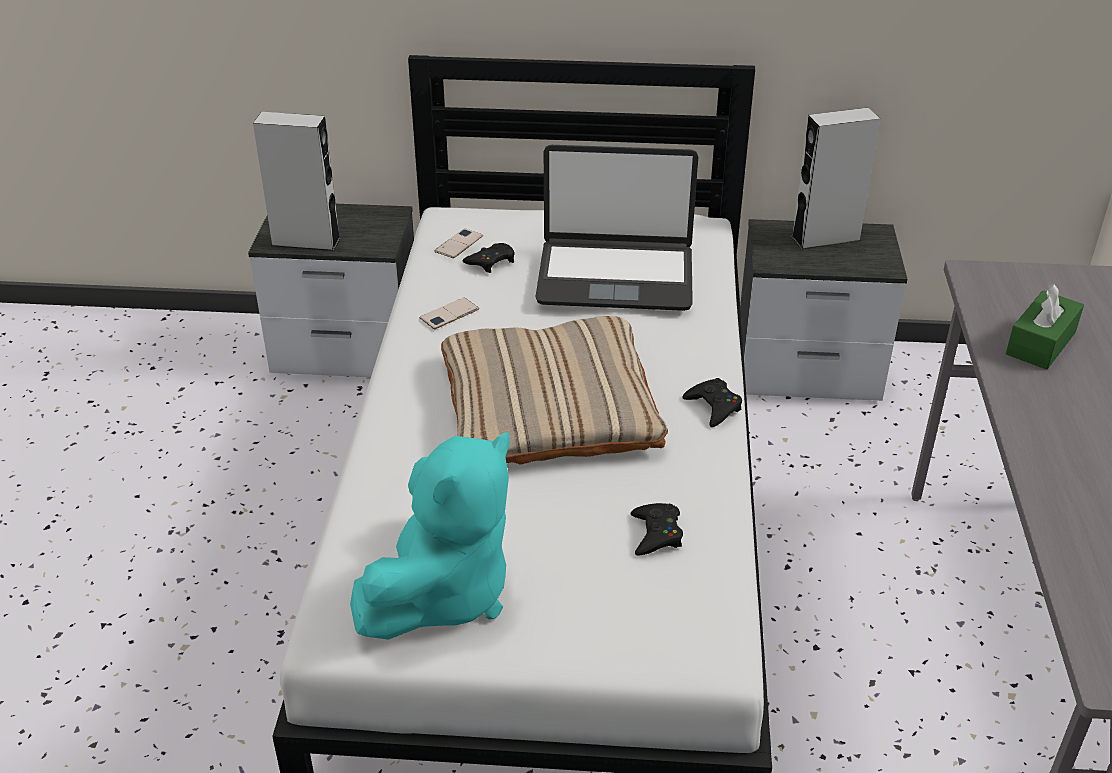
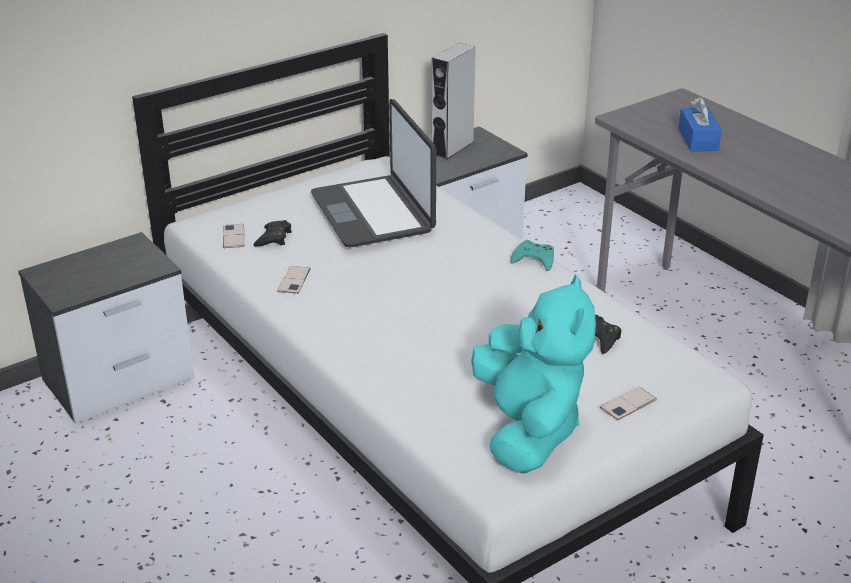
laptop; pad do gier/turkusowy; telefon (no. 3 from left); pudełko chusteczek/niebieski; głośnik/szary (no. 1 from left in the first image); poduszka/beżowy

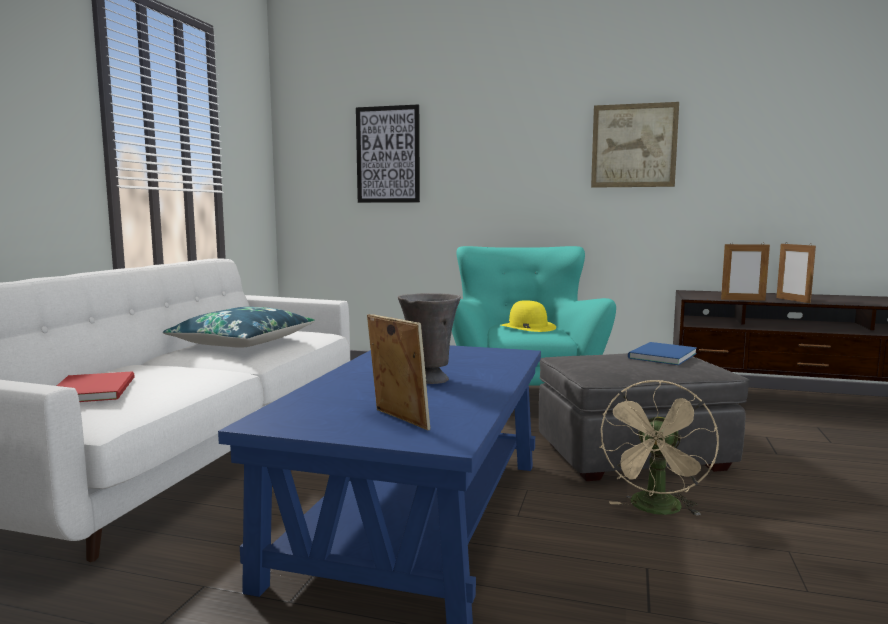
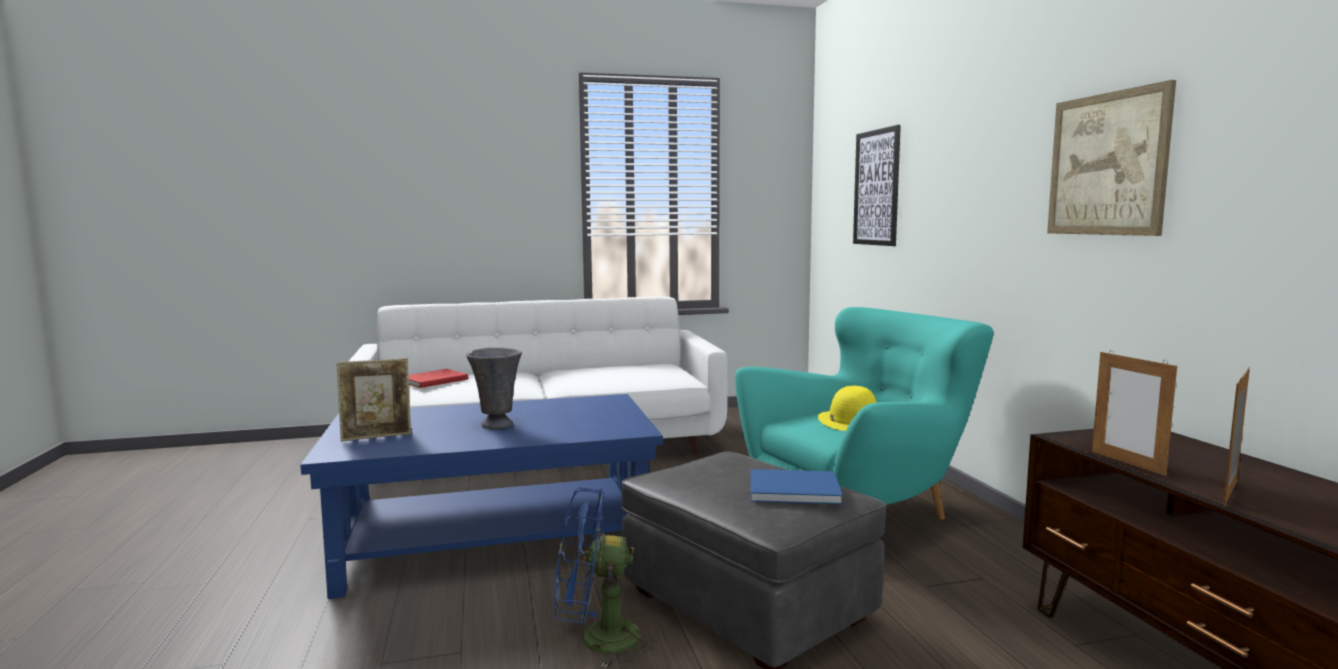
ramka na zdjęcie (no. 1 from left); wentylator/niebieski; poduszka/niebieski

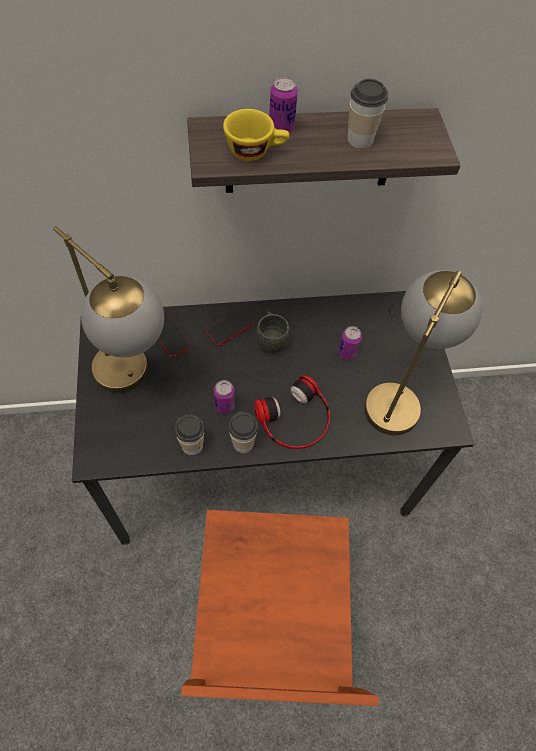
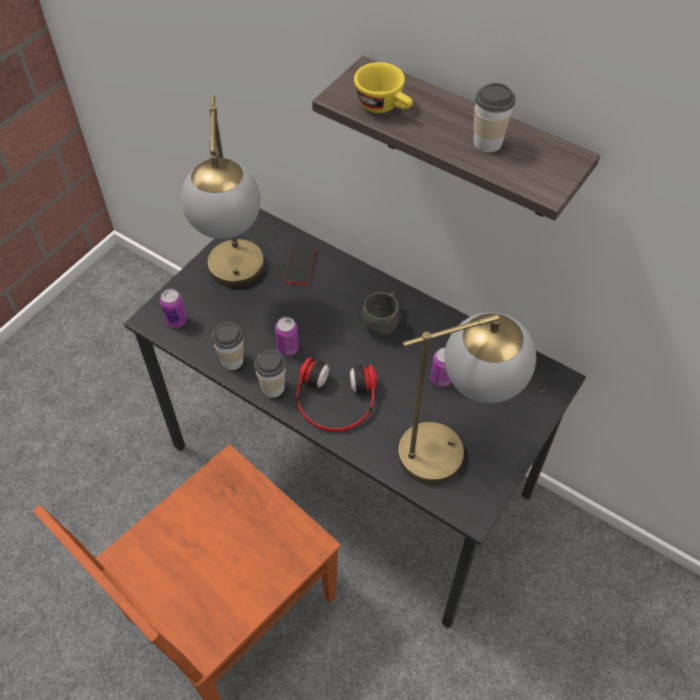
puszka (no. 1 from left); telefon (no. 2 from left in the first image)

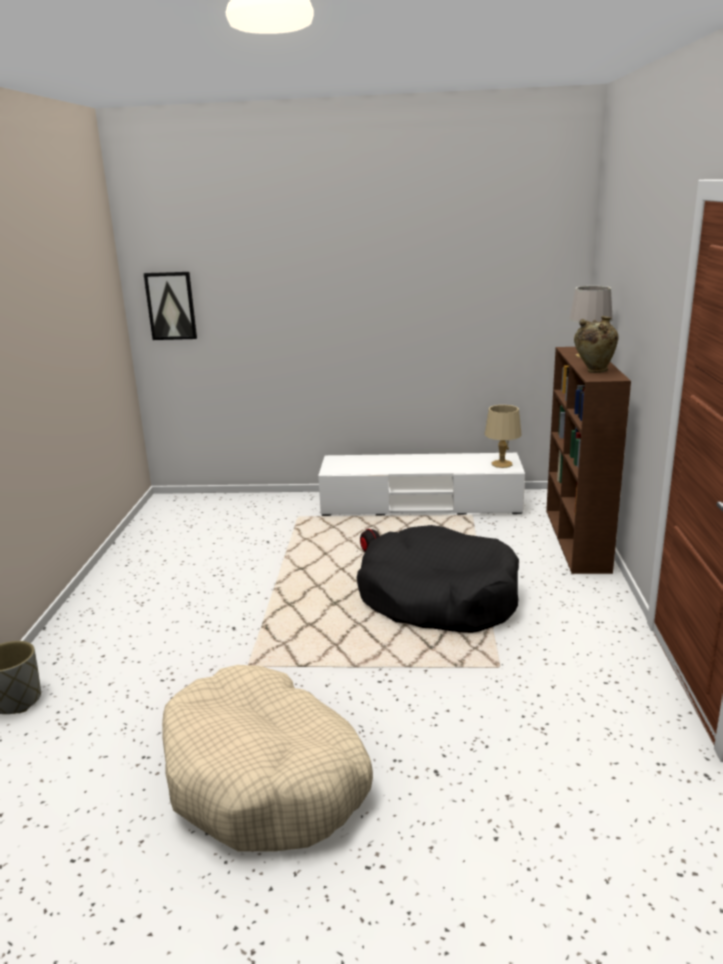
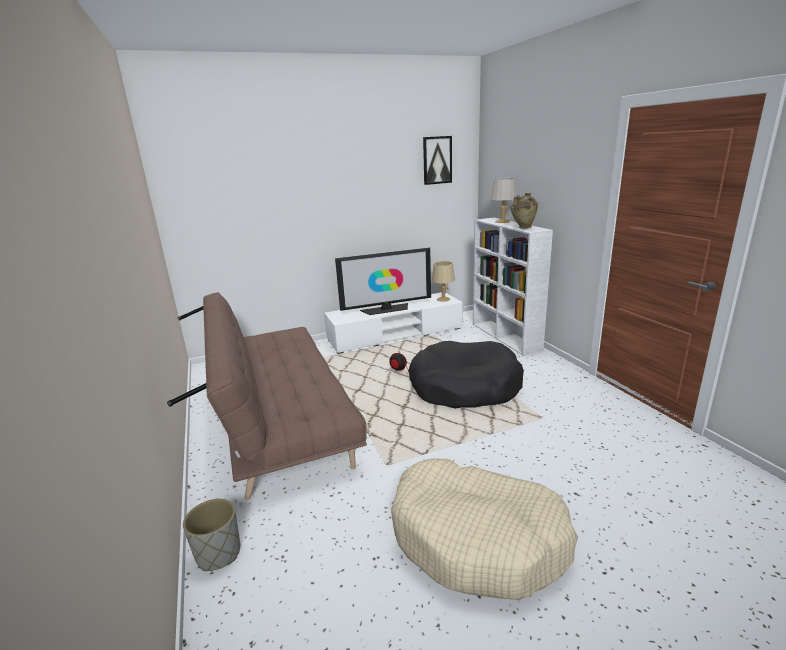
kanapa/brązowy; telewizor; obraz; regał/biały

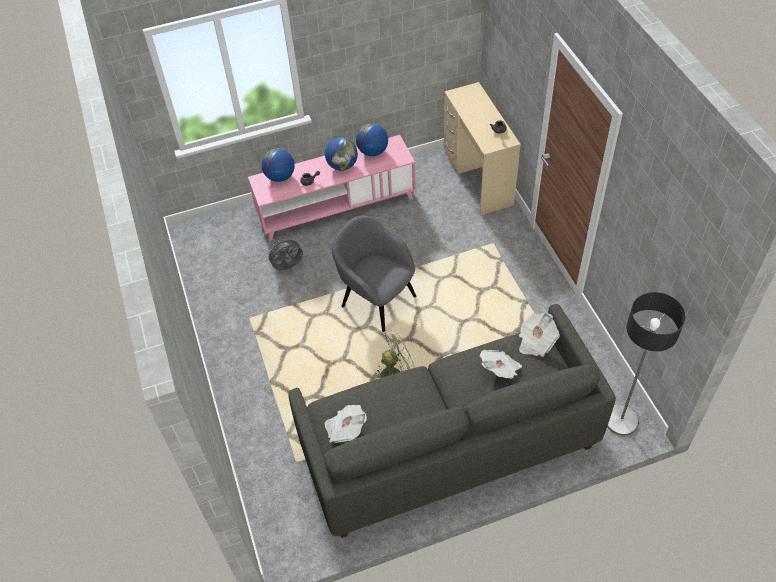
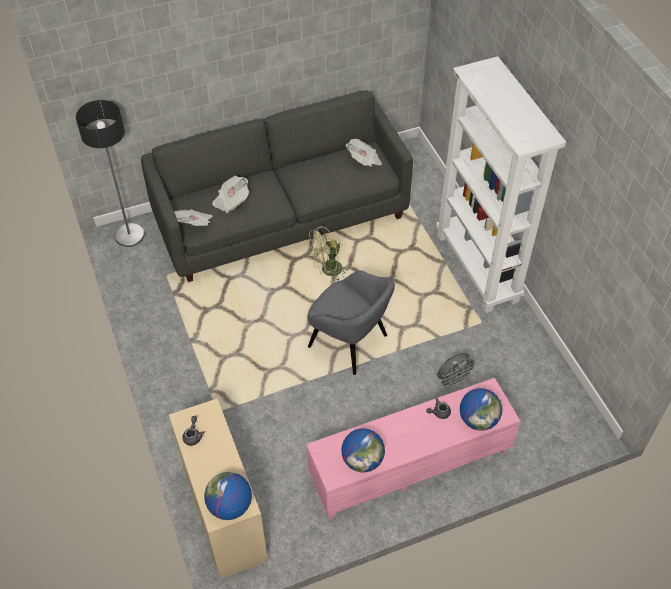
globus (no. 1 from left); regał/biały

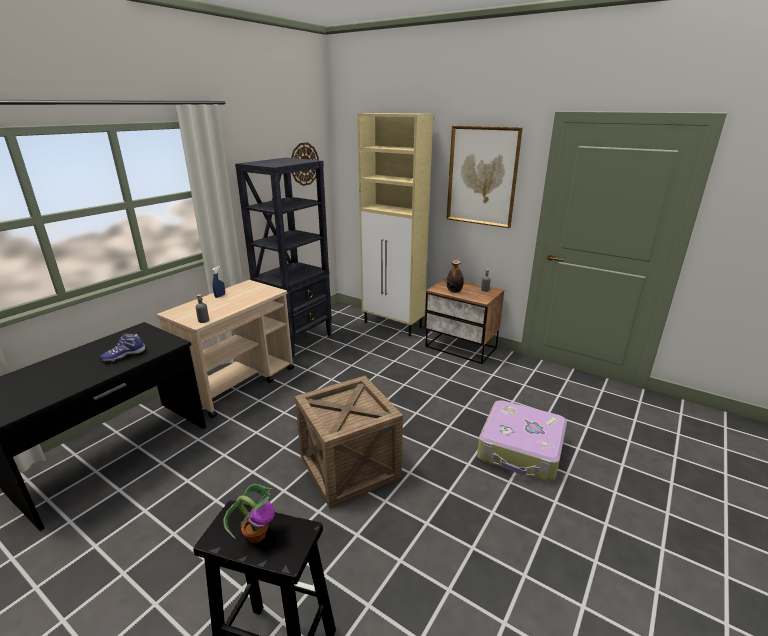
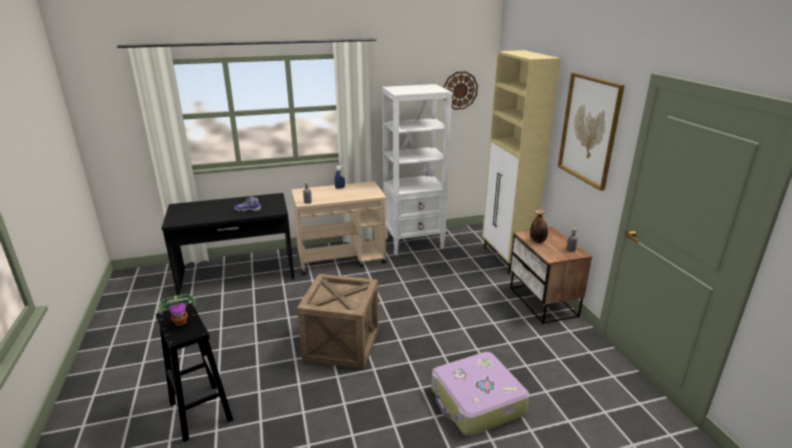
regał/biały

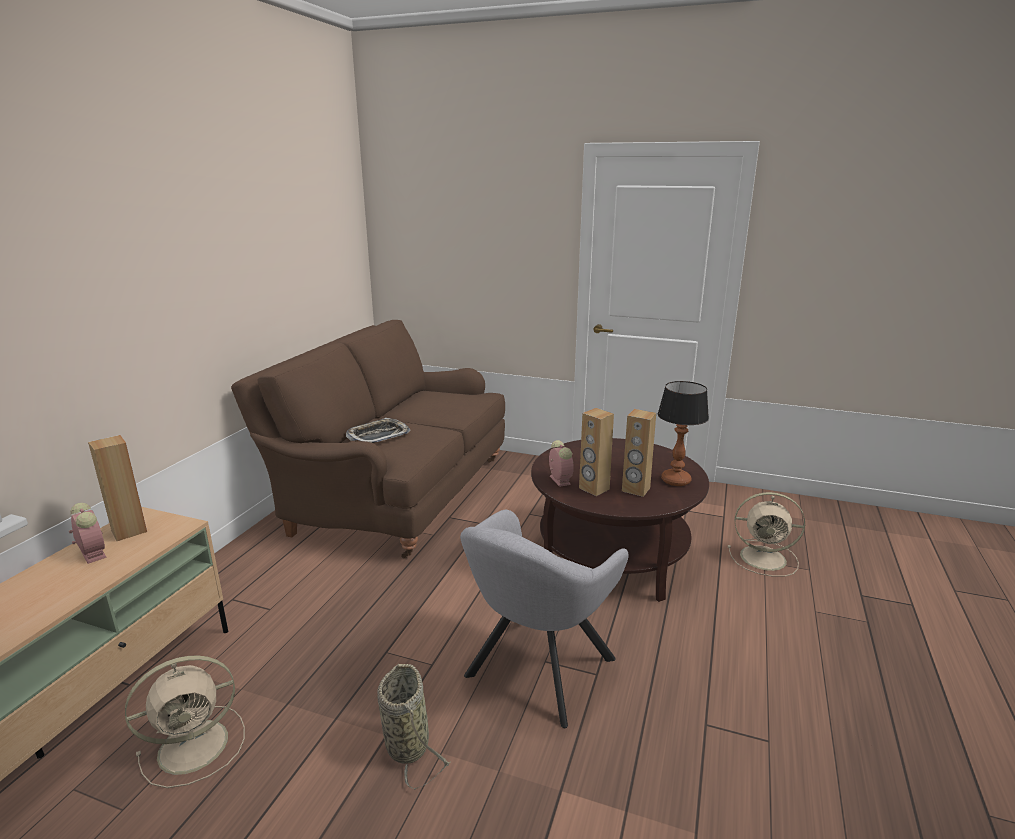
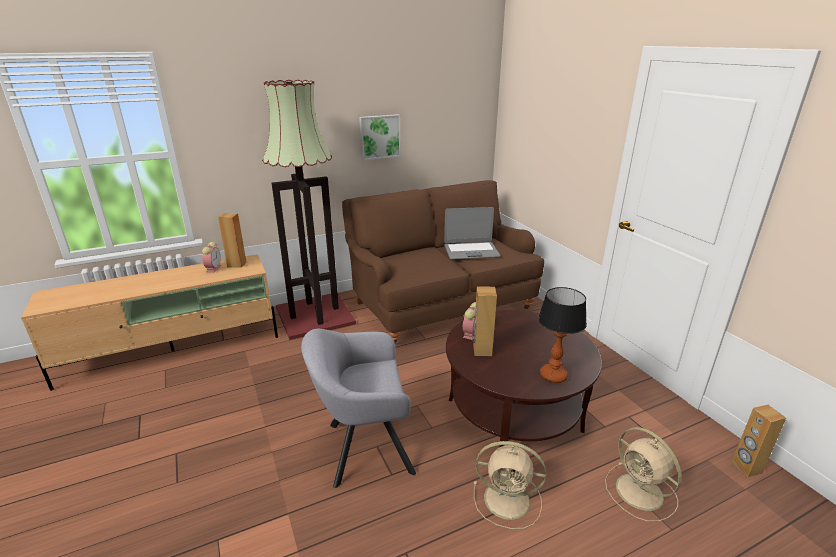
lampa stojąca; obraz; laptop; wentylator/beżowy (no. 1 from left); głośnik/brązowy (no. 3 from left); taca; koszyk

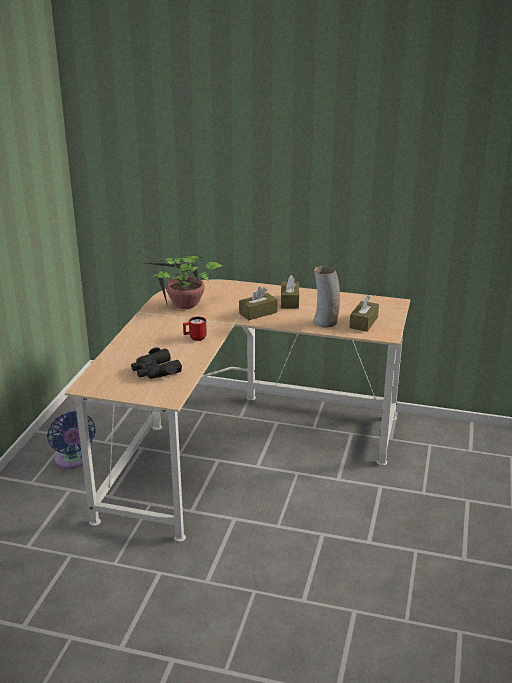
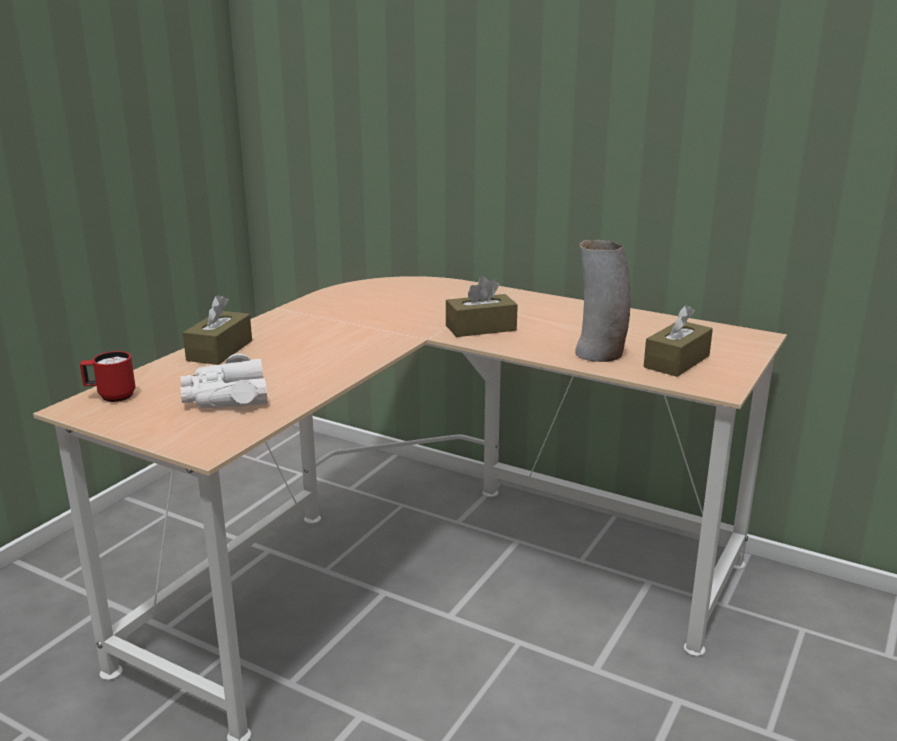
kubek/czerwony; lornetka/biały; pudełko chusteczek/brązowy (no. 1 from left); wentylator/niebieski; roślina doniczkowa

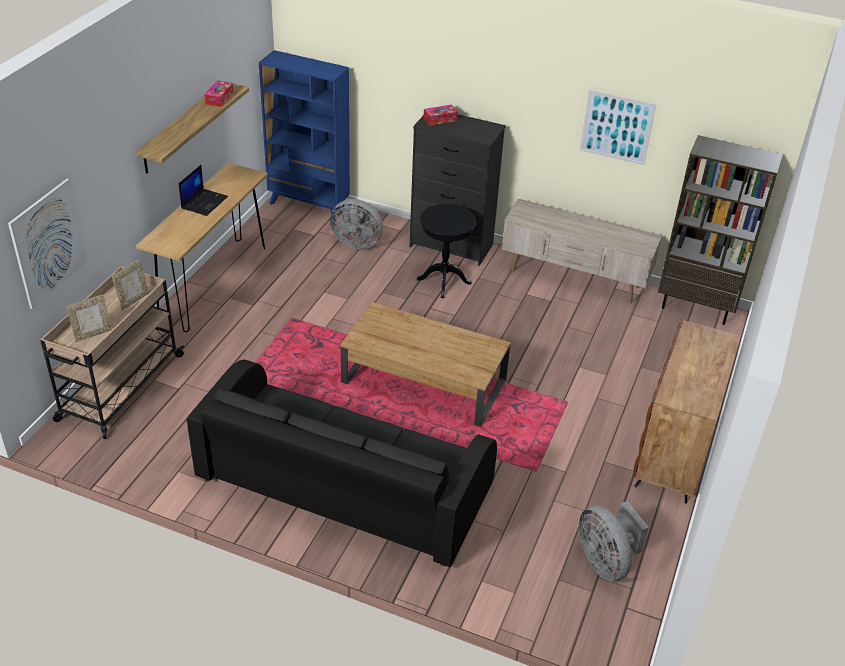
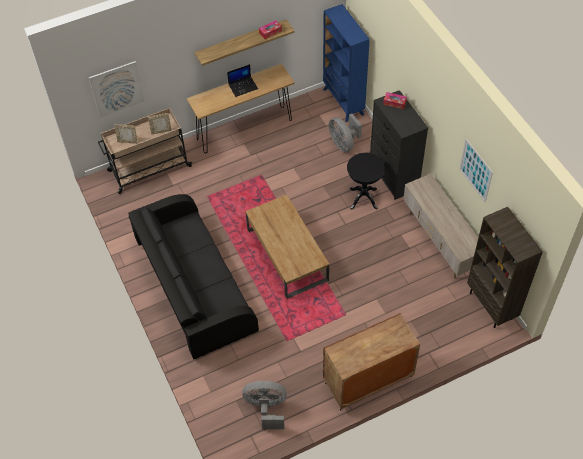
wentylator/szary (no. 1 from left)

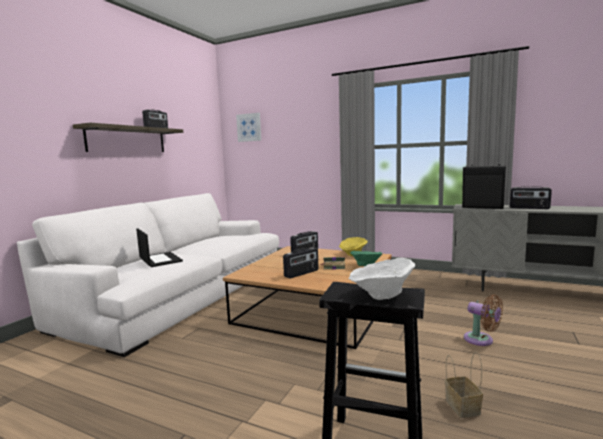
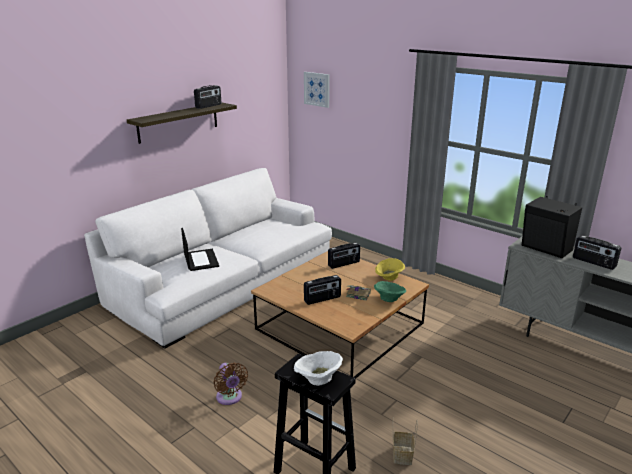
wentylator/brązowy

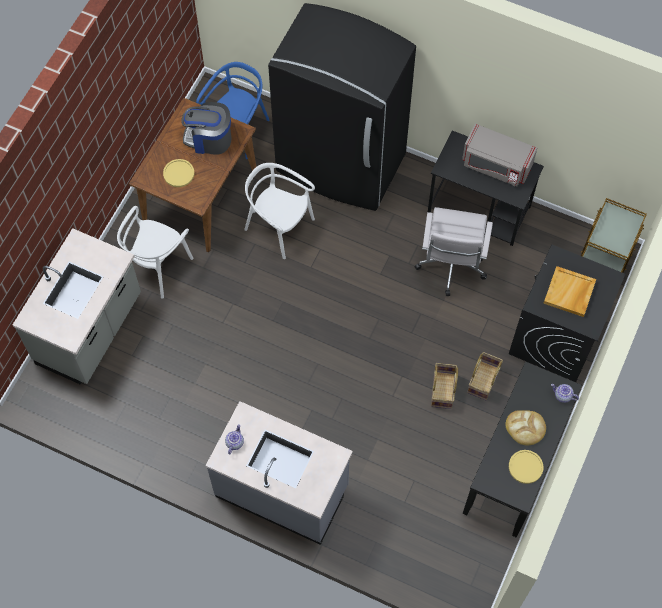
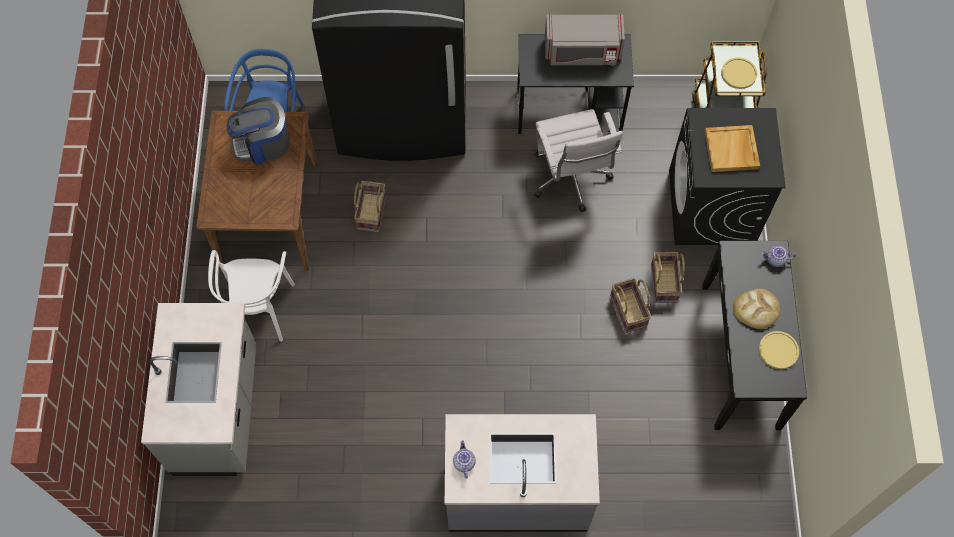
koszyk (no. 1 from left); talerz/żółty (no. 1 from left)

